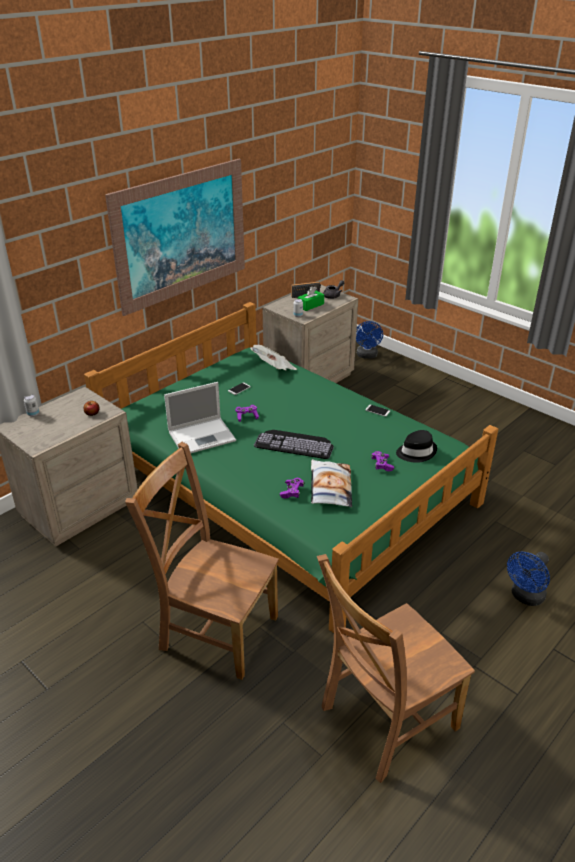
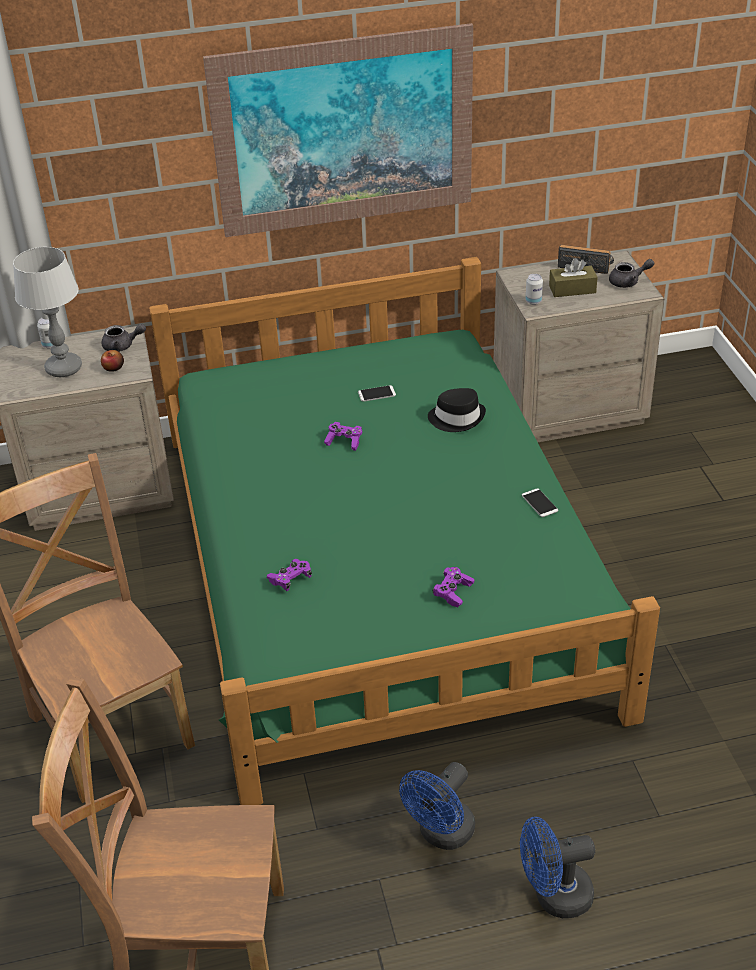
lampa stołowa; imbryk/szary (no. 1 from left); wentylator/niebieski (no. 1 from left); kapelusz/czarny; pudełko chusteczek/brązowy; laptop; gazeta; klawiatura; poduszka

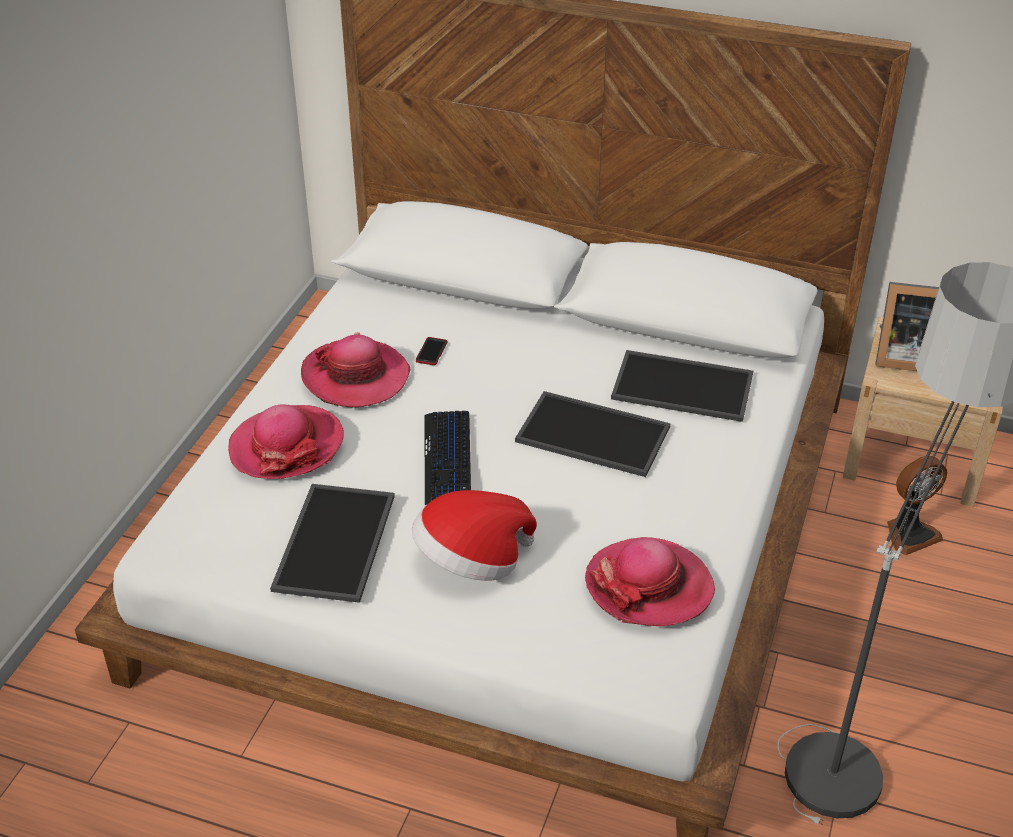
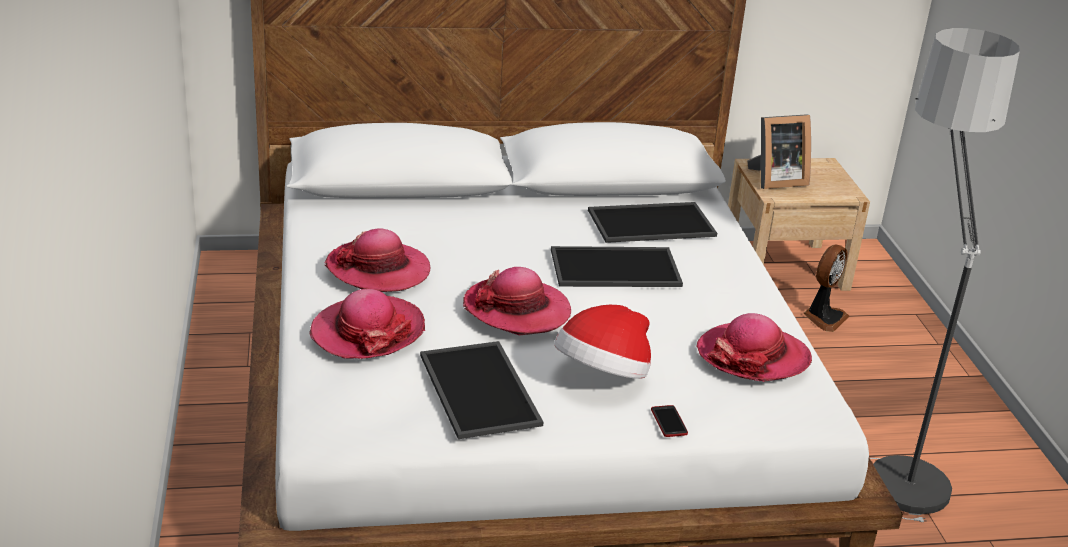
kapelusz (no. 3 from left); telefon

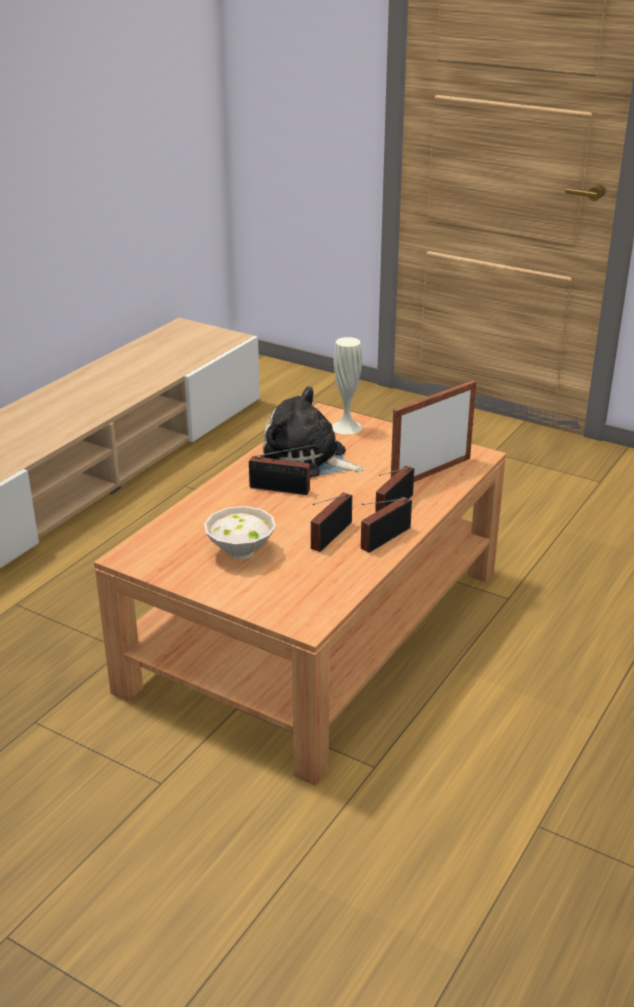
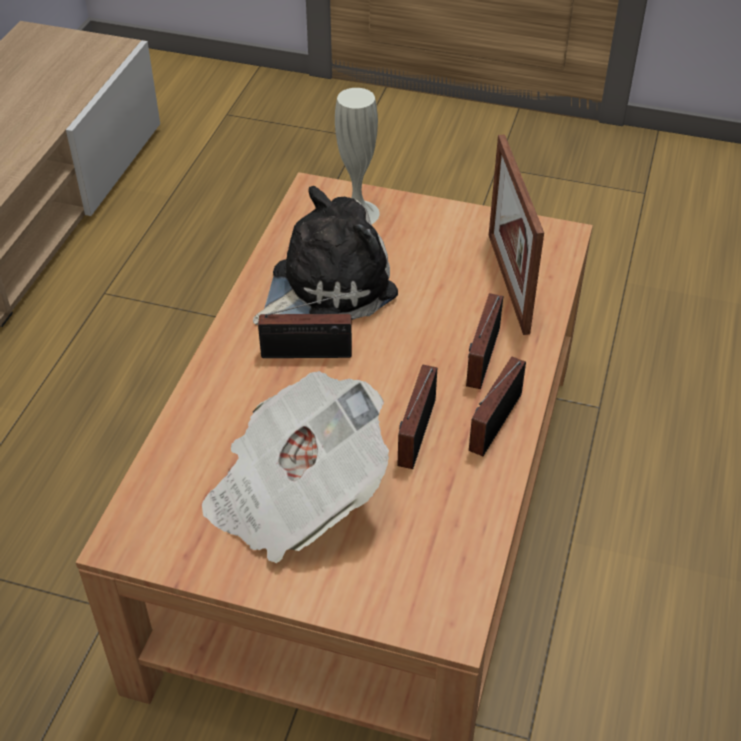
gazeta; pluszak; ramka na zdjęcie

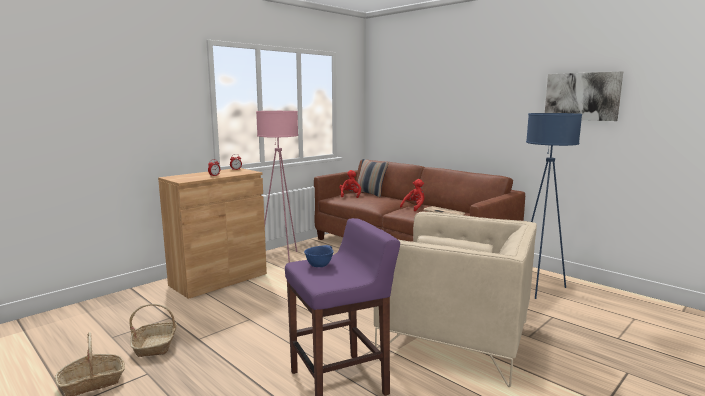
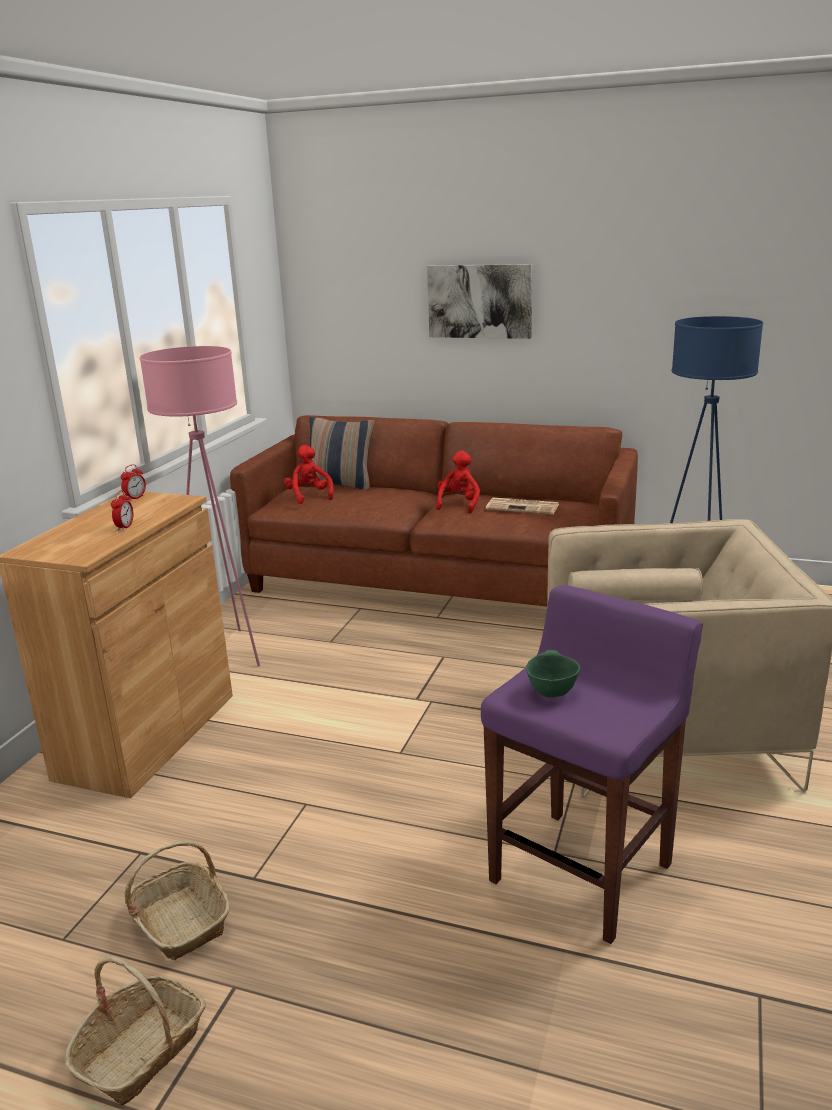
obraz; miska/zielony

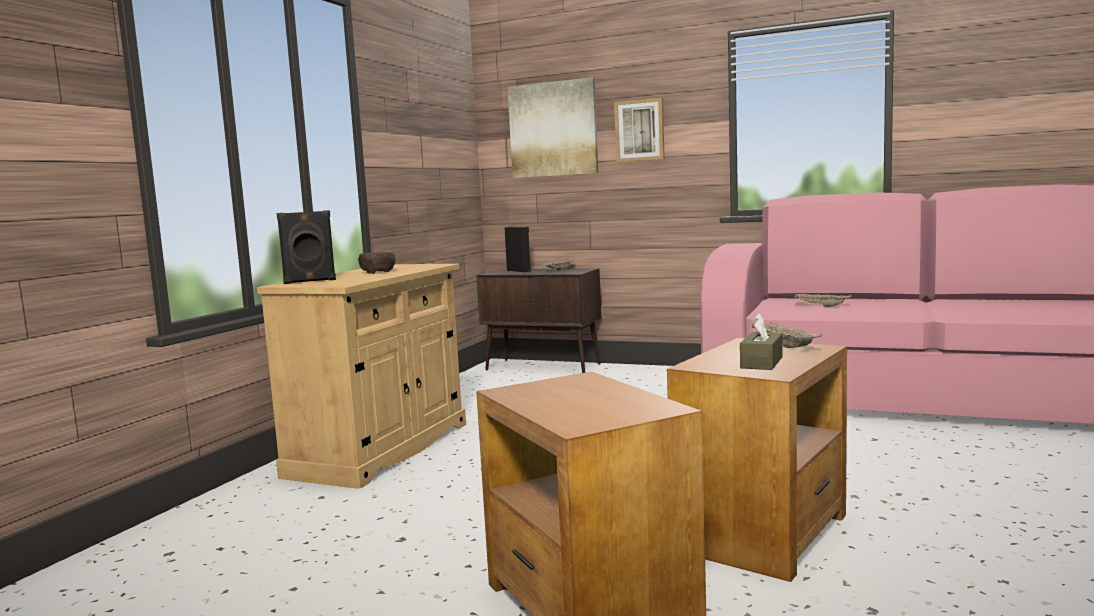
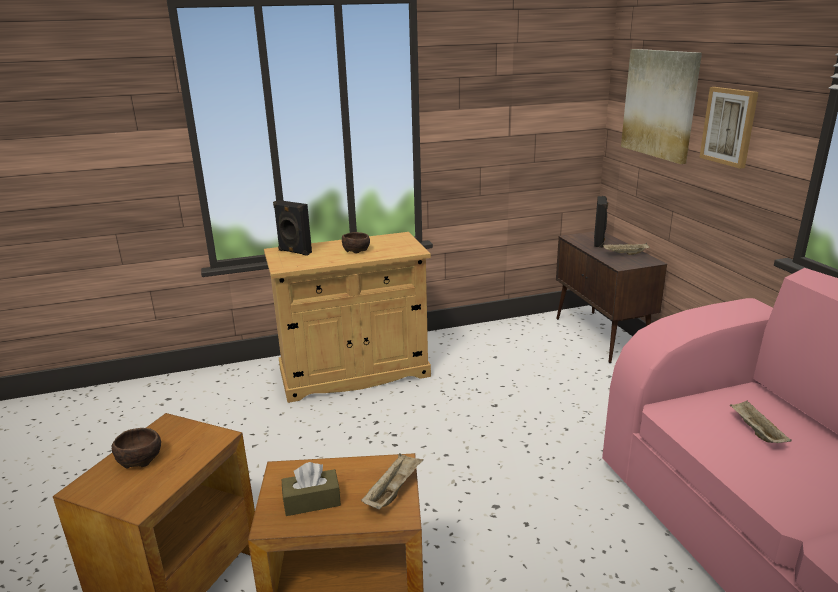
miska/brązowy (no. 1 from left)

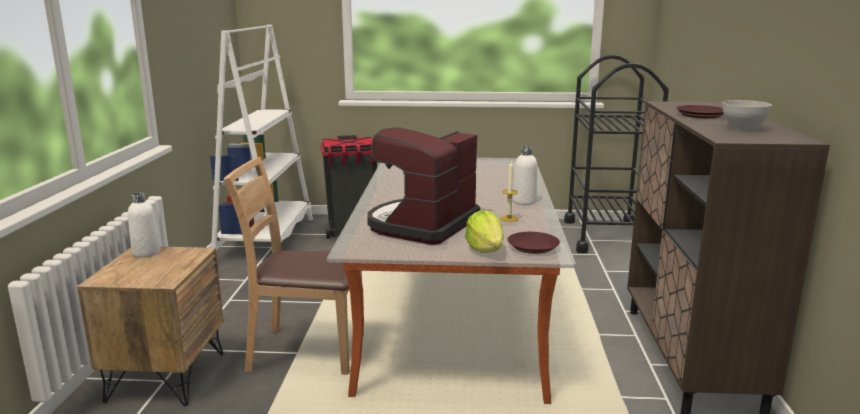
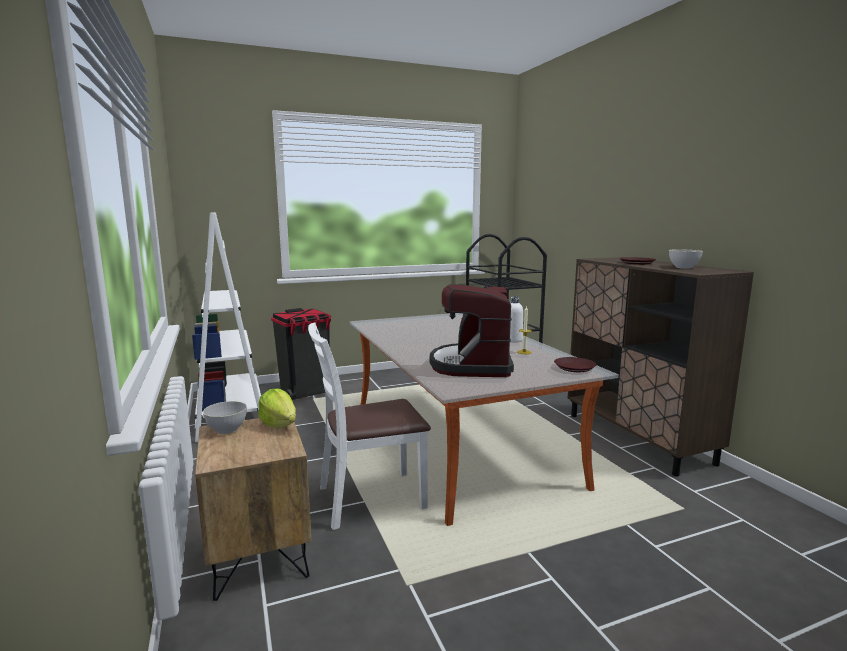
miska/szary (no. 1 from left); sałata; krzesło/biały

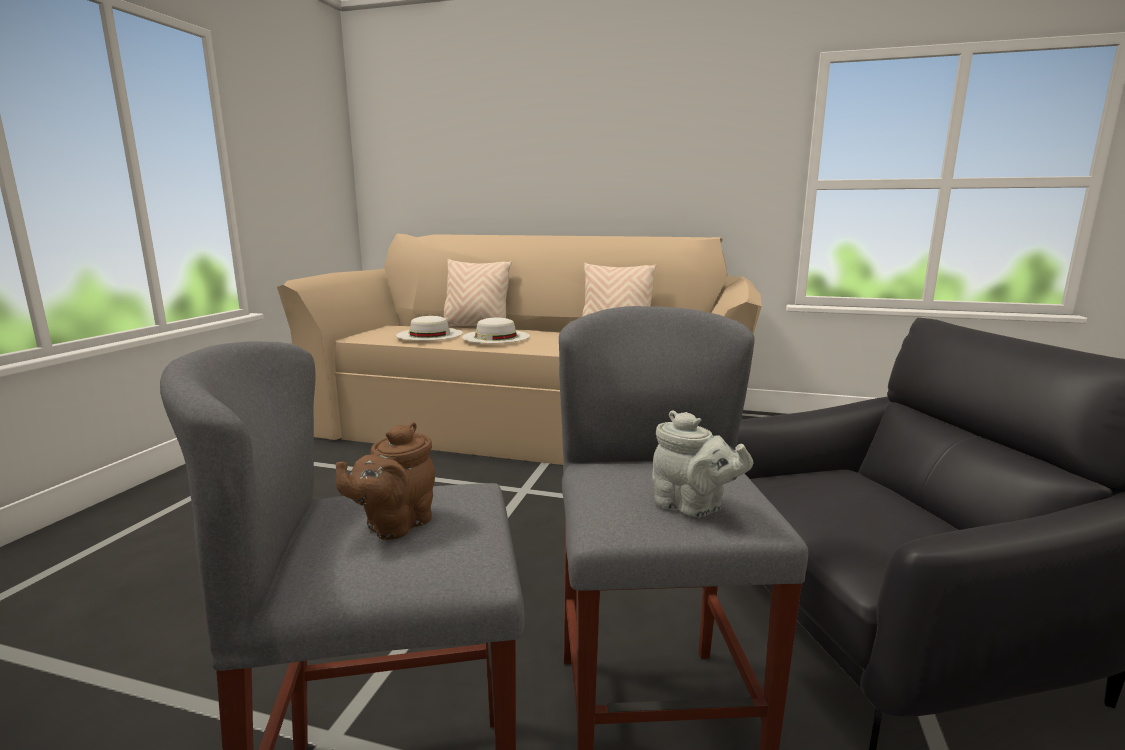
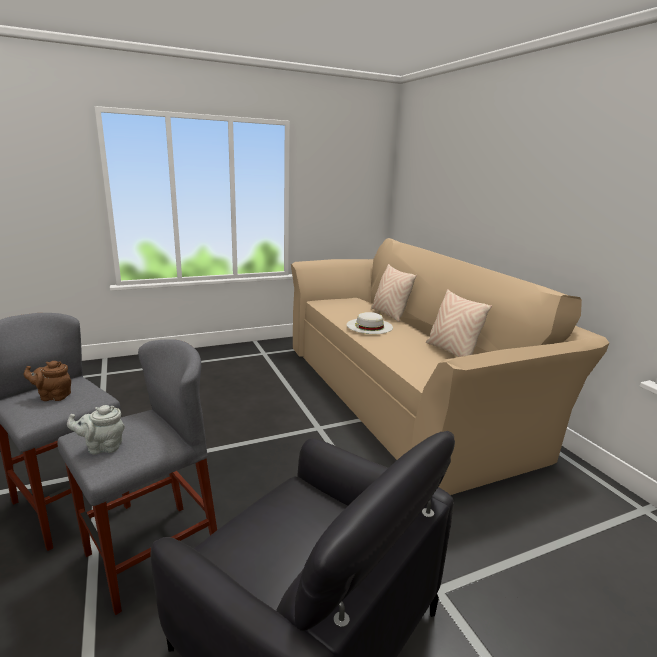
imbryk/szary; kapelusz/biały (no. 1 from left in the first image)

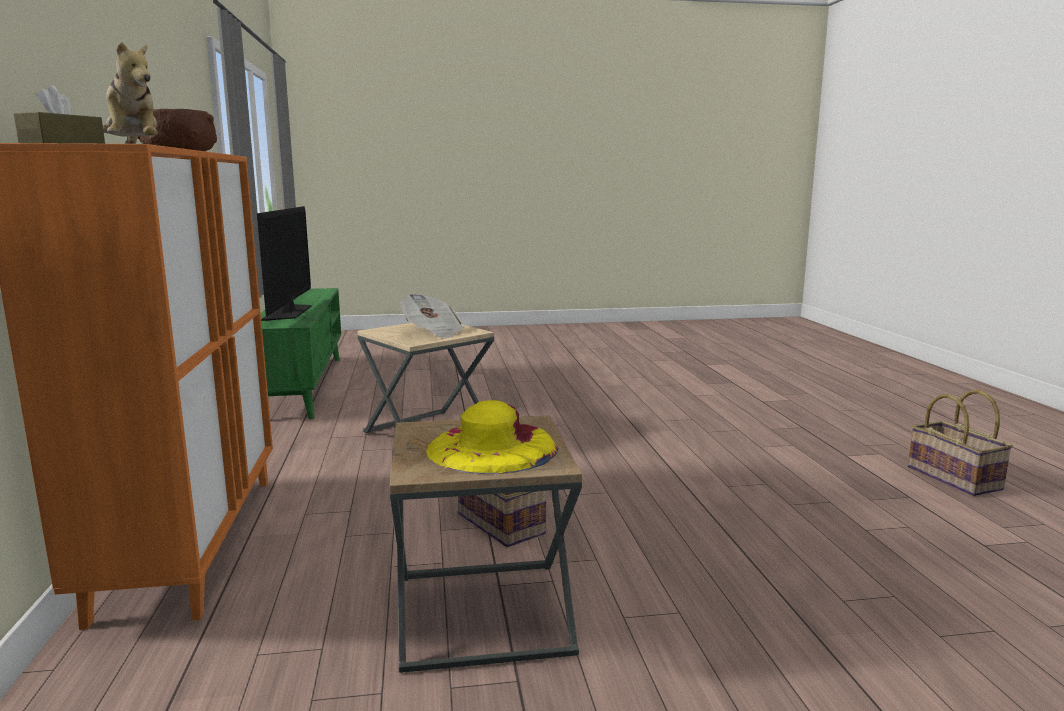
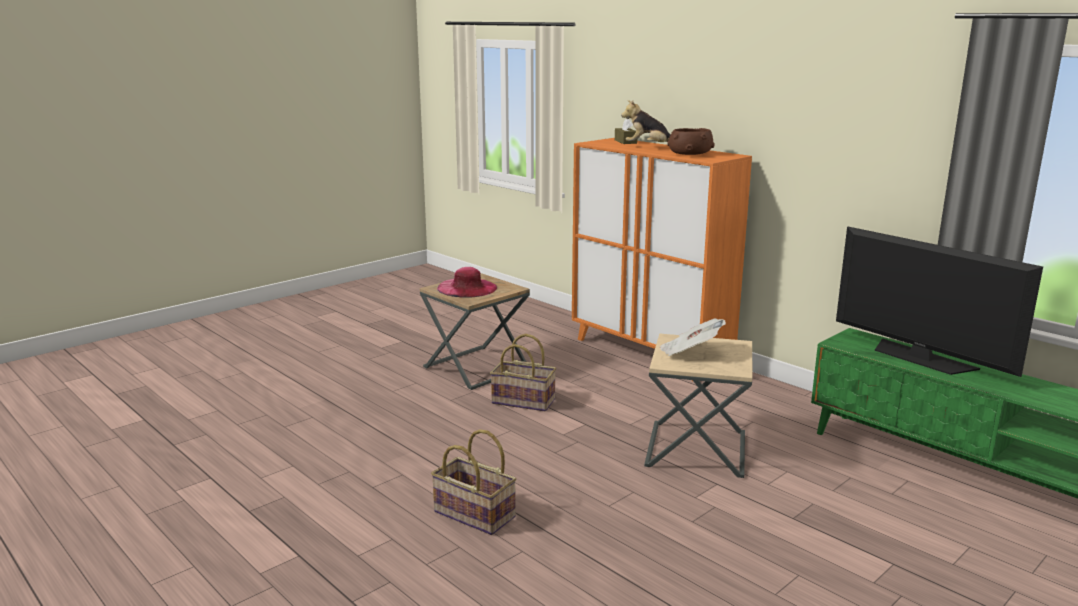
koszyk (no. 1 from left); kapelusz/różowy

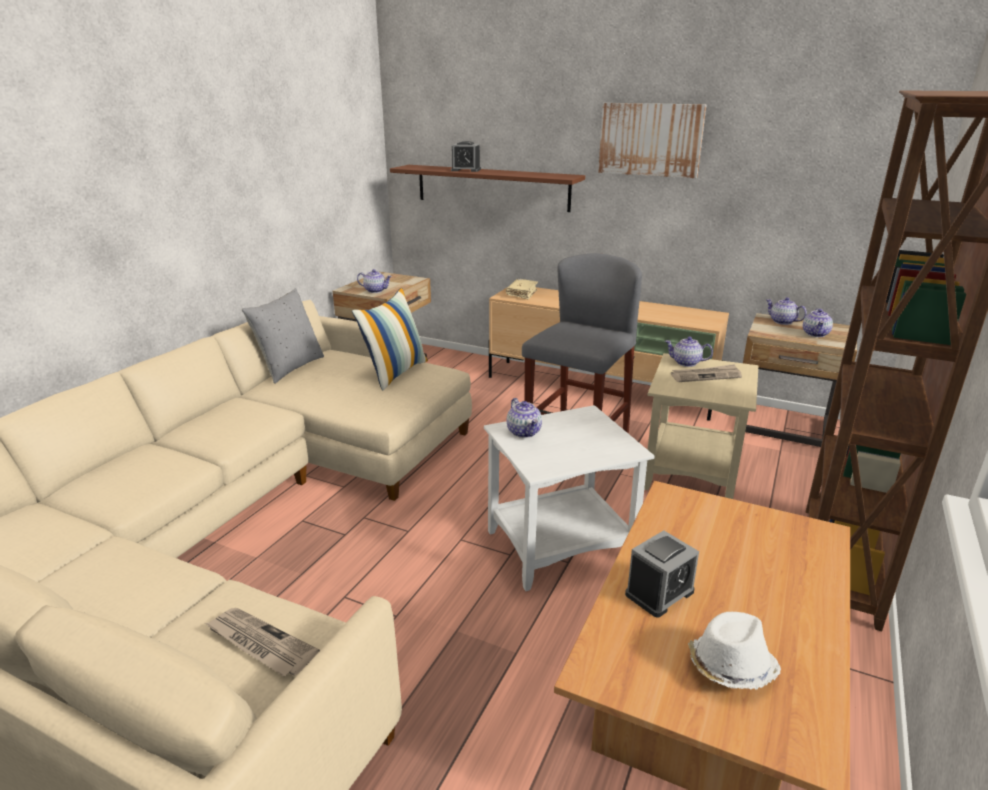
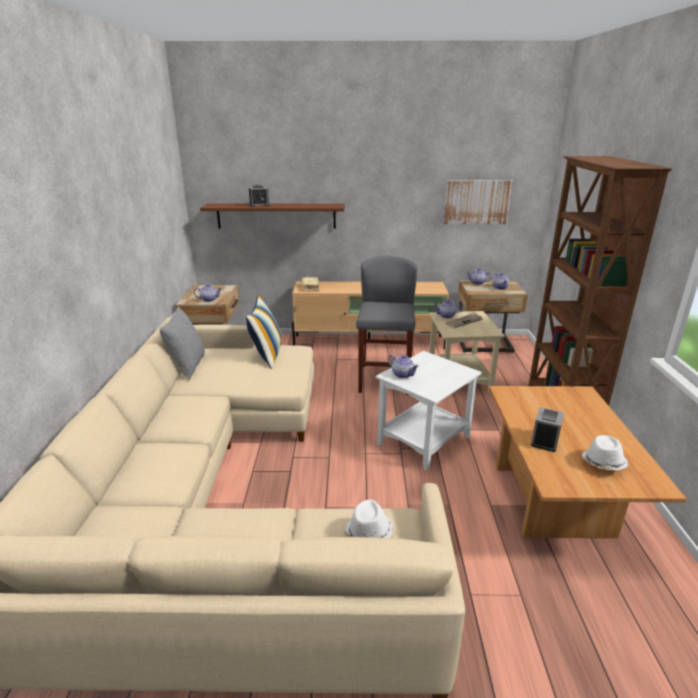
kapelusz/biały (no. 1 from left); obraz

